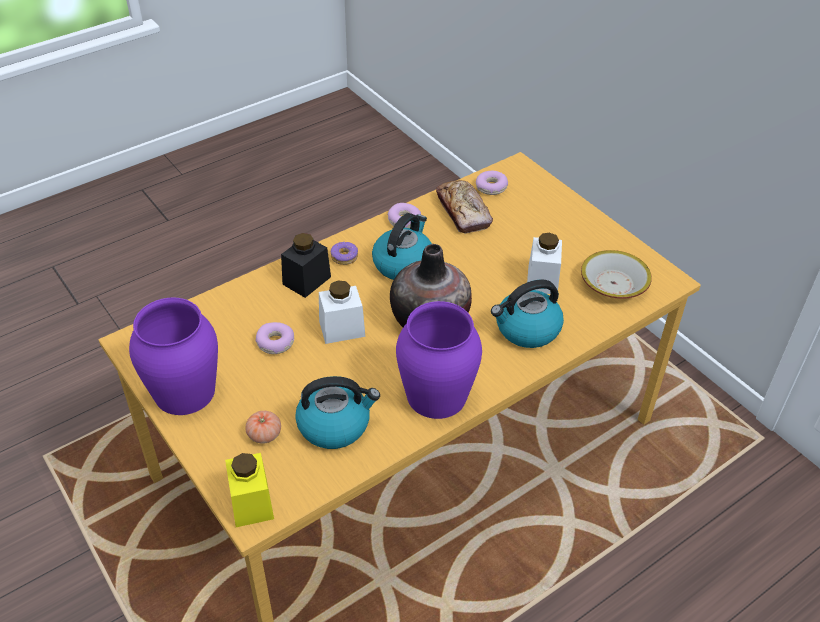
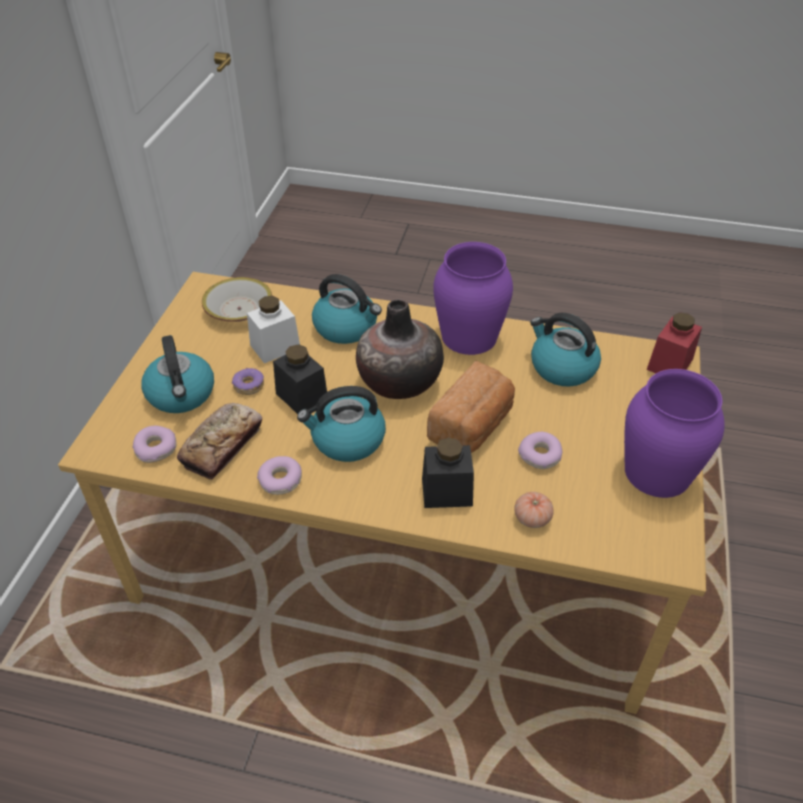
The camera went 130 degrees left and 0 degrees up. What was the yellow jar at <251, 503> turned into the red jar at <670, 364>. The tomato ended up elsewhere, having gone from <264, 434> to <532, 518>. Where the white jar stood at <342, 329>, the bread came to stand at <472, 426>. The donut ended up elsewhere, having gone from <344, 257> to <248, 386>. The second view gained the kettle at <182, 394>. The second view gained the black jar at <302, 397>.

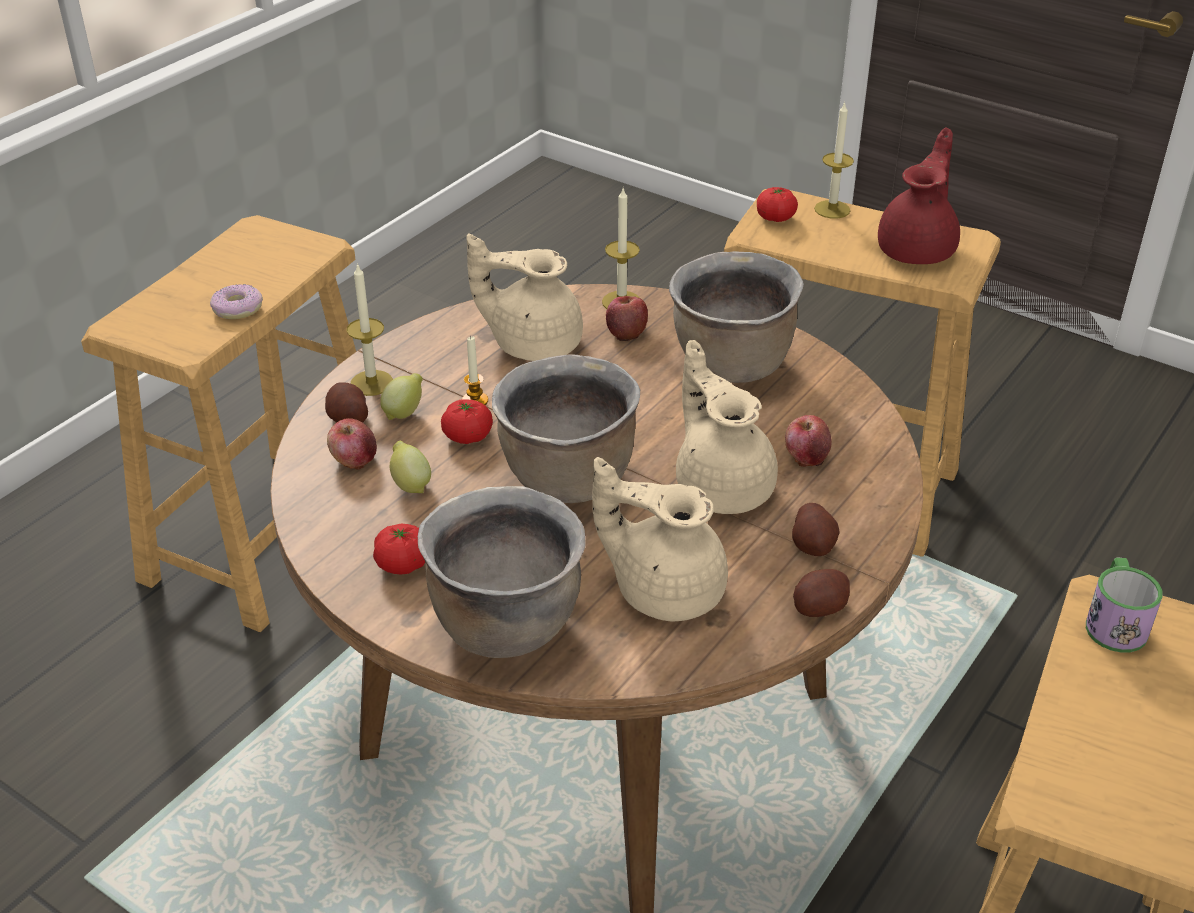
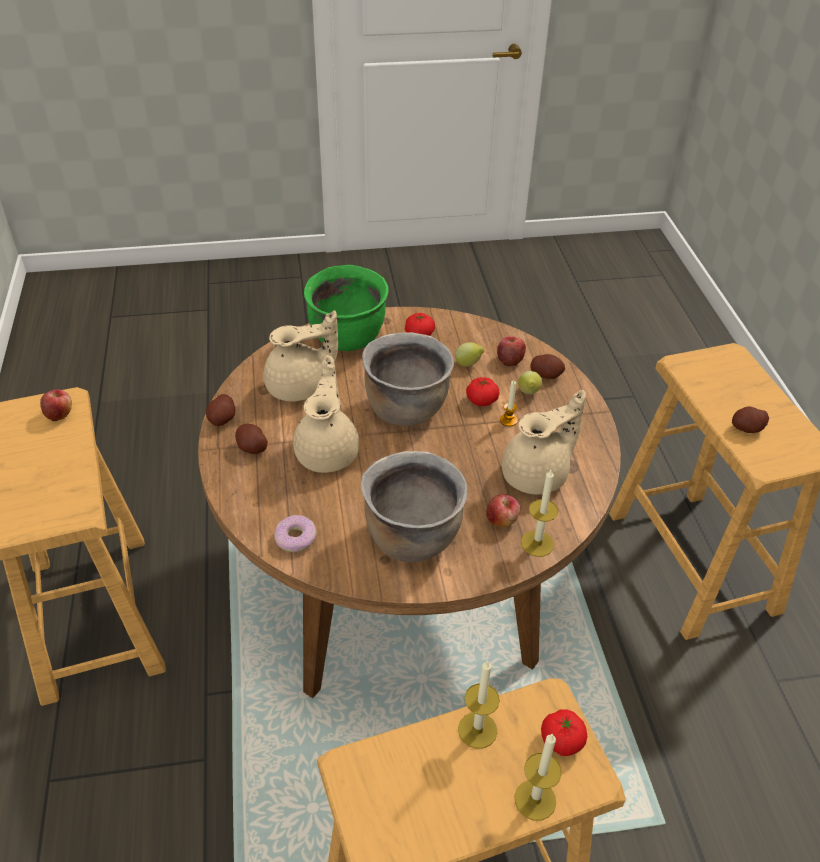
The camera went 135 degrees right and 5 degrees up. The donut ended up elsewhere, having gone from <237, 308> to <296, 538>. The candle ended up elsewhere, having gone from <371, 383> to <477, 730>. What was the brown cooking pot at <505, 623> turned into the green cooking pot at <348, 338>. The beige teapot at <722, 486> ended up facing another way, 105 degrees counterclockwise from before. The apple ended up elsewhere, having gone from <806, 456> to <59, 414>. The second view lost the red teapot at <918, 250>. The second view lost the mug at <1114, 621>. The second view gained the potato at <747, 428>.

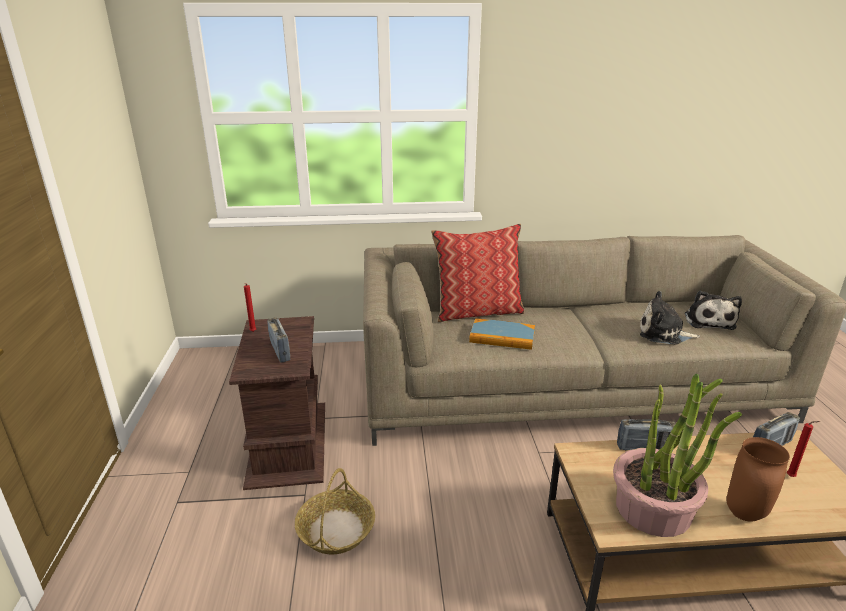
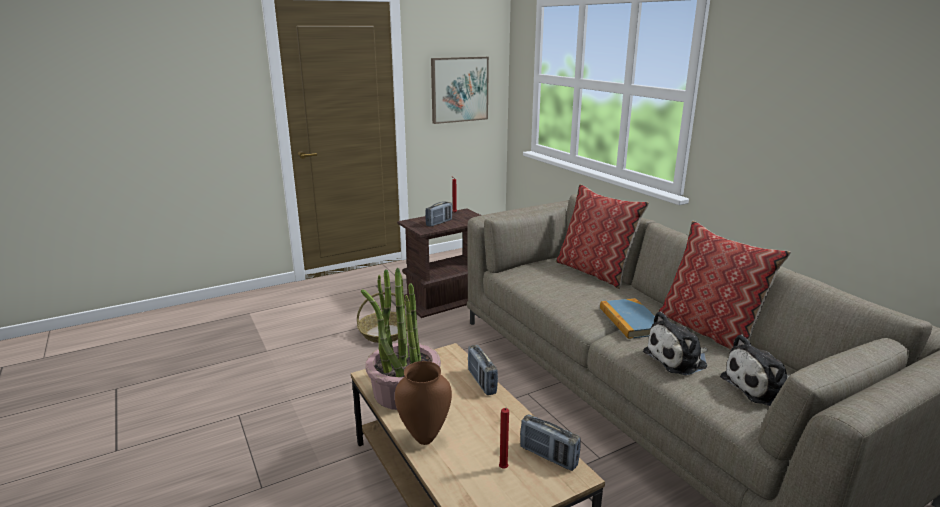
The camera went 65 degrees right and 5 degrees down. The book ended up elsewhere, having gone from <502, 337> to <631, 321>. The plush toy at <663, 333> ended up facing another way, 105 degrees counterclockwise from before. The second view gained the picture at <459, 89>. The second view gained the pillow at <709, 331>.

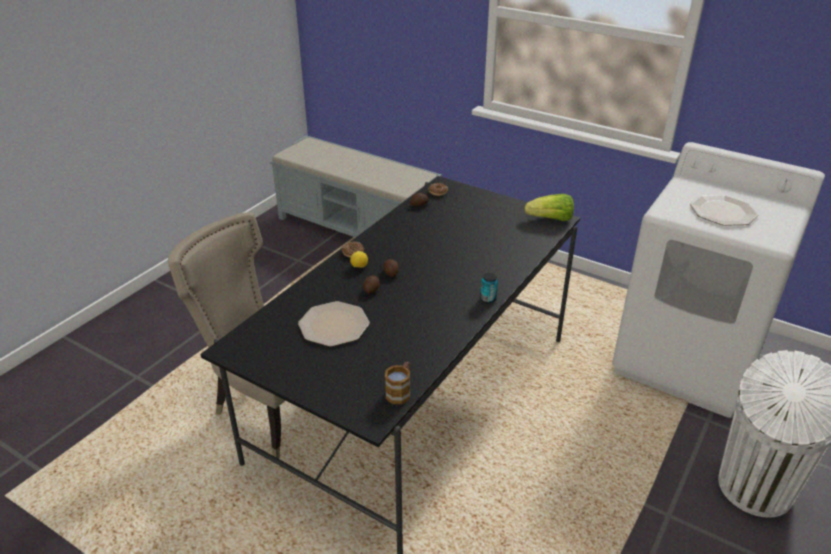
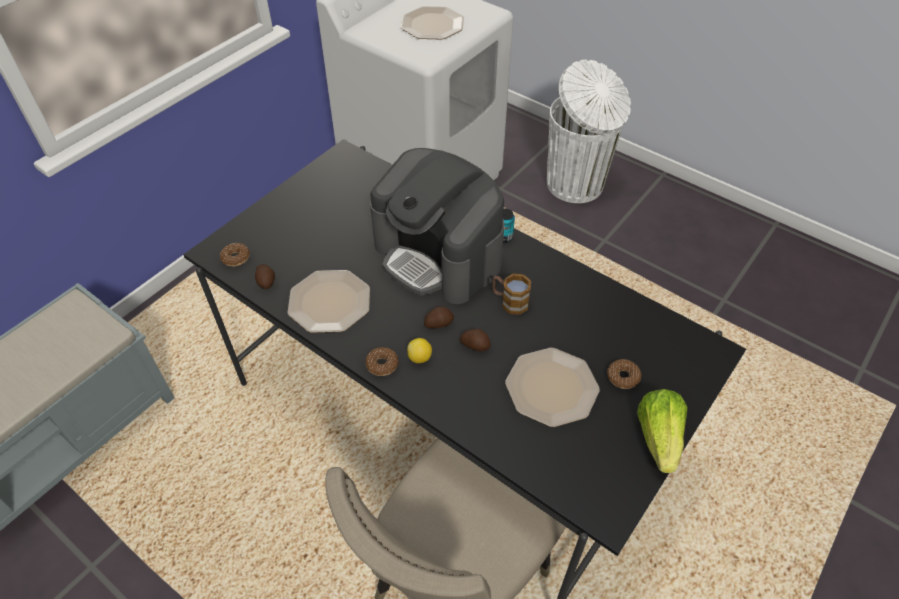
The camera went 85 degrees left and 15 degrees up. The mug ended up elsewhere, having gone from <400, 391> to <509, 301>. The lettuce ended up elsewhere, having gone from <551, 219> to <659, 437>. The second view gained the plate at <329, 302>. The second view gained the coffee machine at <439, 255>. The second view gained the donut at <623, 377>.

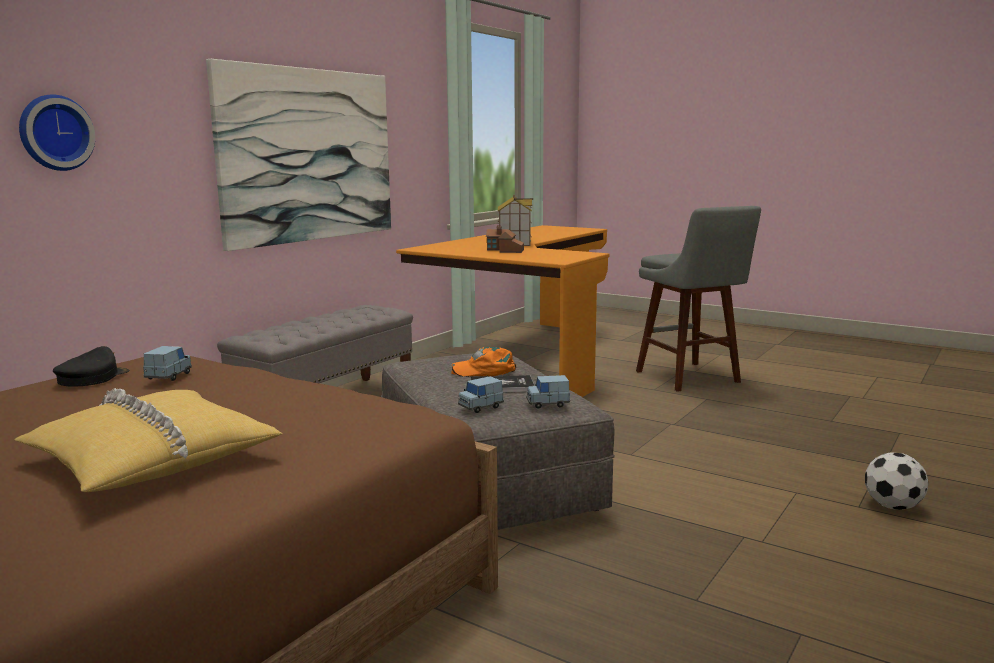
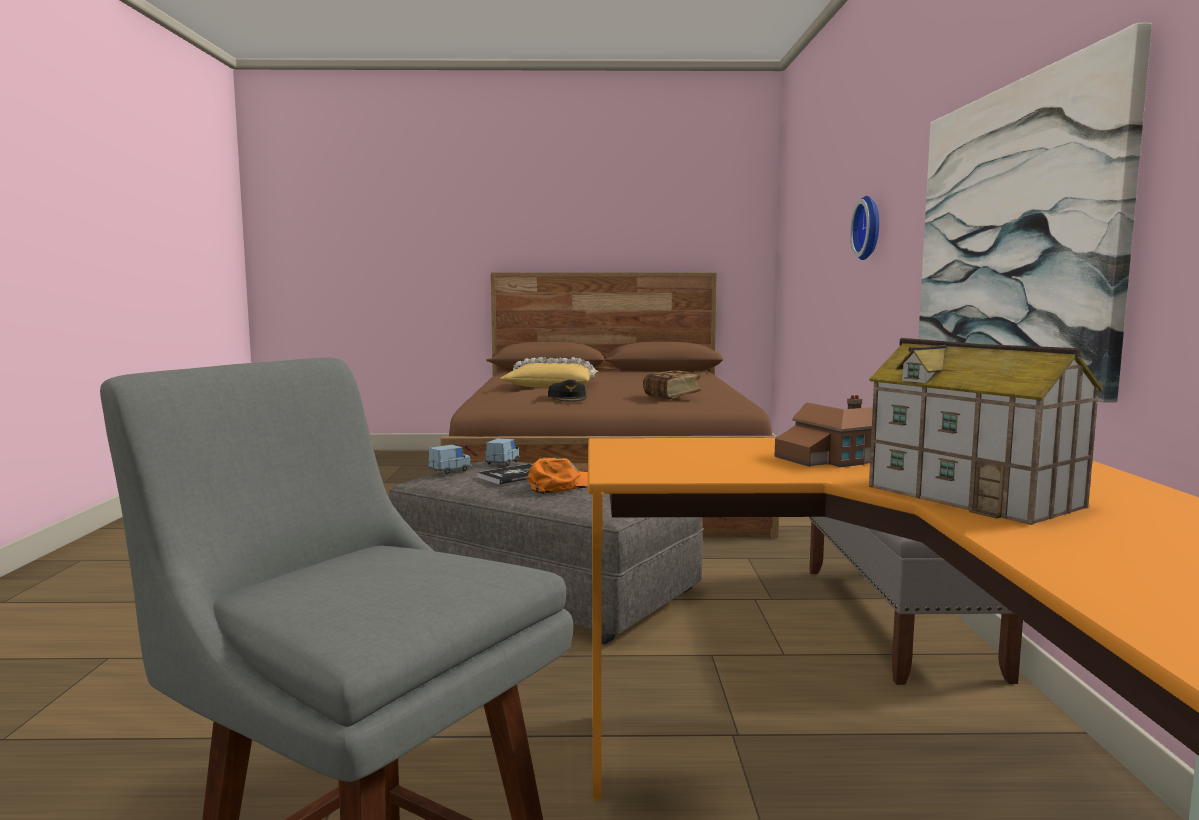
The camera went 145 degrees right and 5 degrees down. The black cap ended up elsewhere, having gone from <92, 378> to <568, 398>. Where the blue toy car stood at <169, 376>, the book came to stand at <672, 397>. The second view lost the football at <893, 506>.

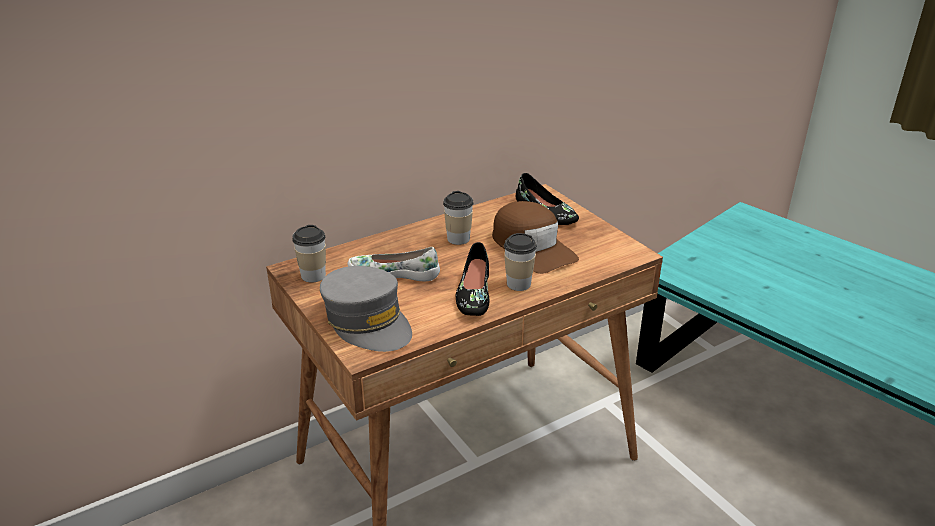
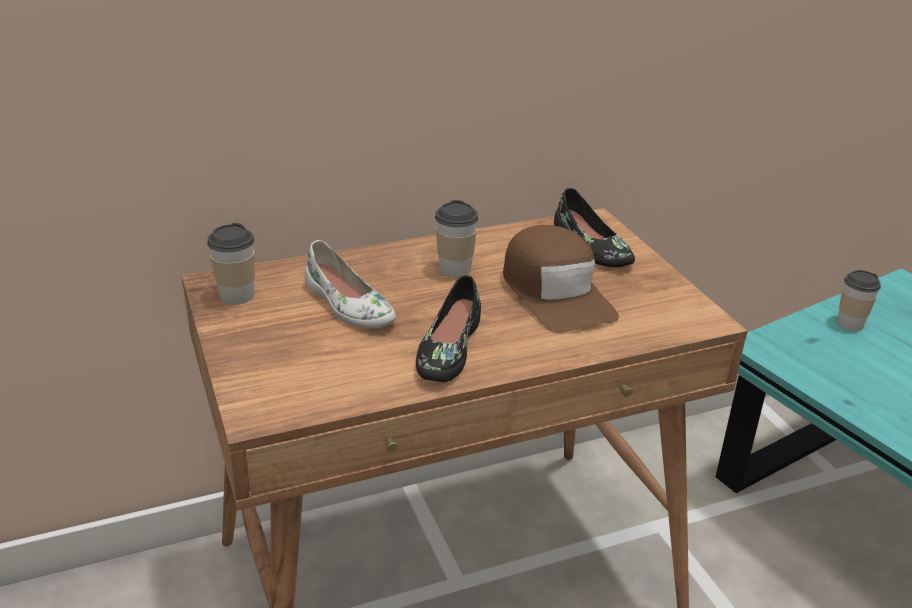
The camera went 10 degrees right and 0 degrees up. The second view lost the grey cap at <368, 322>. The white shoe at <394, 273> ended up facing another way, 150 degrees counterclockwise from before. The cup ended up elsewhere, having gone from <518, 284> to <850, 323>.

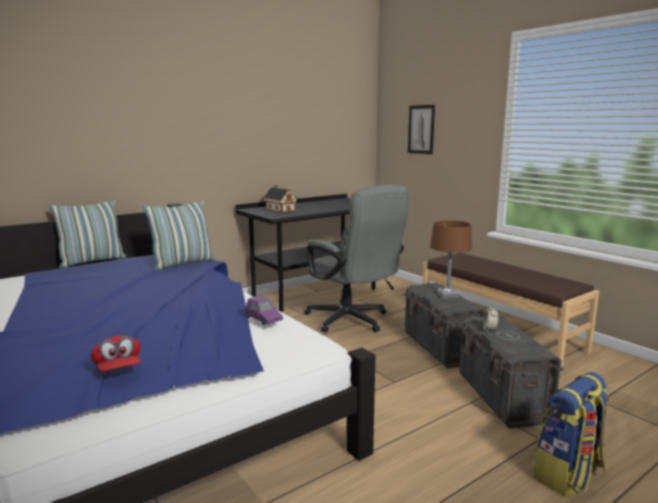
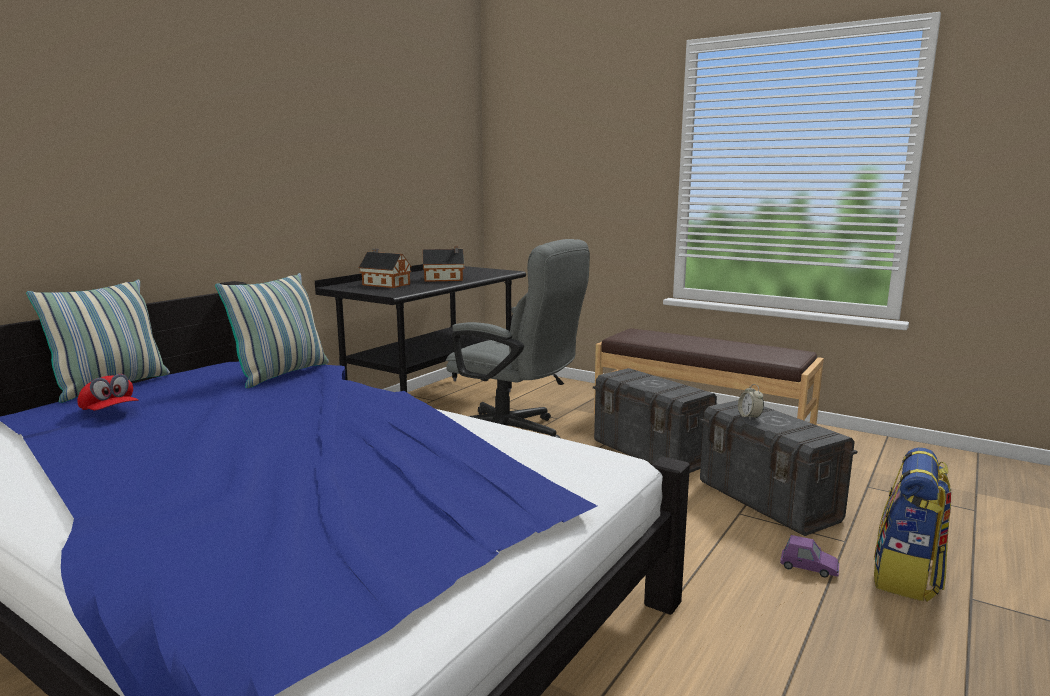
The camera went 20 degrees left and 0 degrees up. The red cap ended up elsewhere, having gone from <118, 369> to <110, 412>. The purple toy car ended up elsewhere, having gone from <263, 319> to <809, 567>. The second view lost the picture at <421, 129>. The second view lost the brown table lamp at <447, 295>. The second view gained the toy house at <445, 279>.

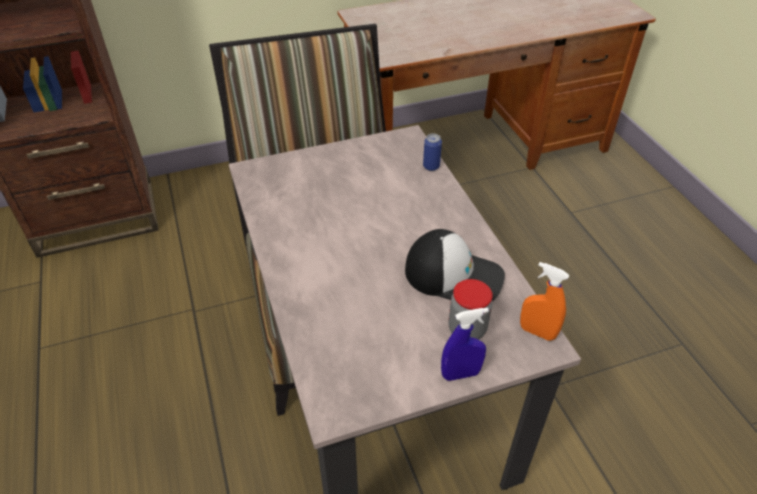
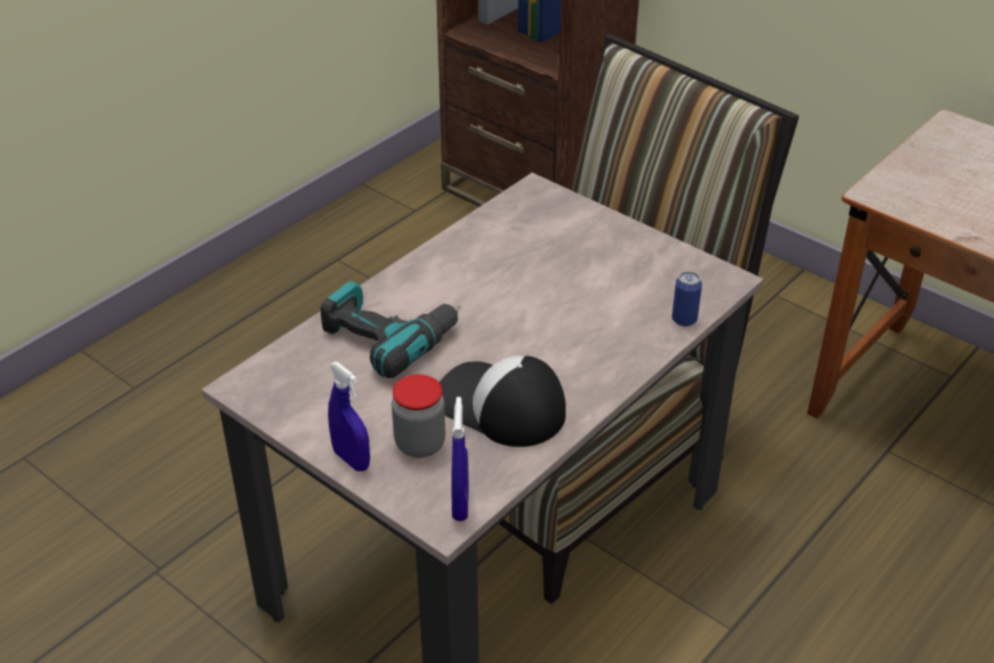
The camera went 60 degrees right and 5 degrees down. The cap at <454, 275> ended up facing another way, 135 degrees clockwise from before. What was the orange spray bottle at <537, 332> turned into the blue spray bottle at <460, 504>. The second view gained the power drill at <389, 337>.

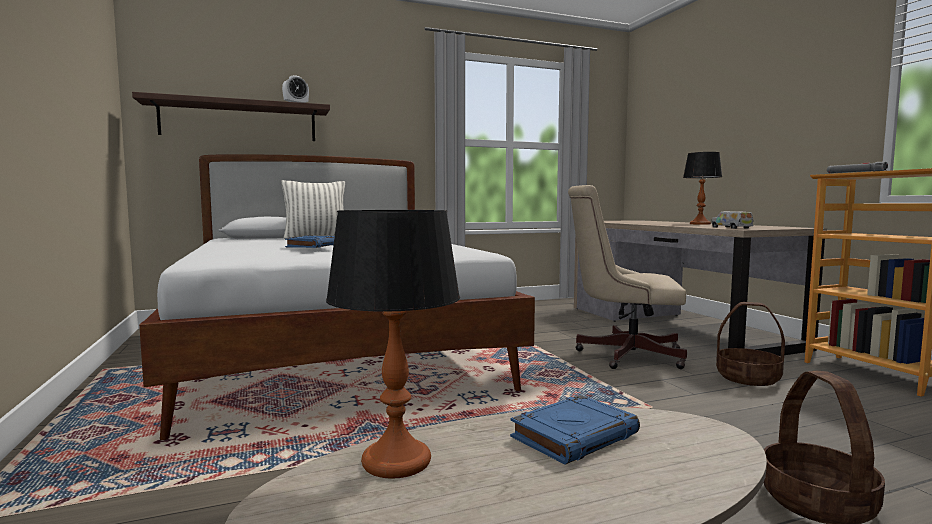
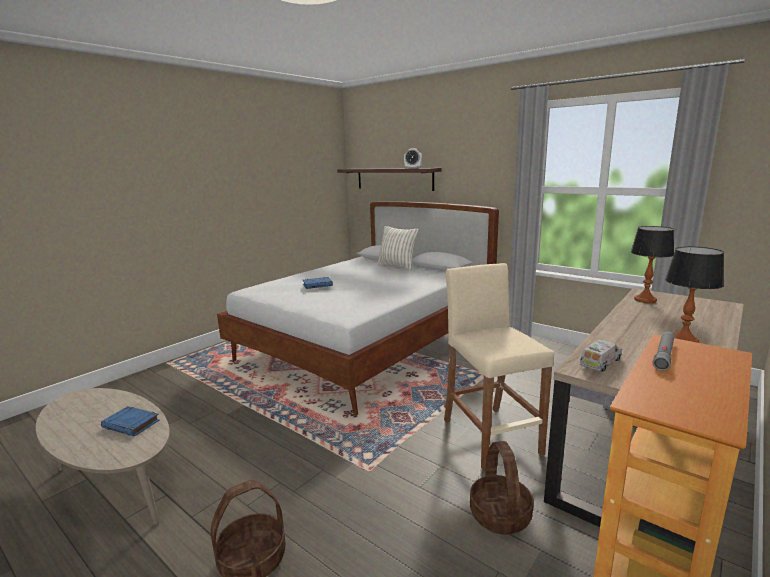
The camera went 60 degrees right and 10 degrees up. The table lamp ended up elsewhere, having gone from <397, 461> to <645, 300>. Where the beige office chair stood at <623, 354>, the beige stool came to stand at <490, 436>.

